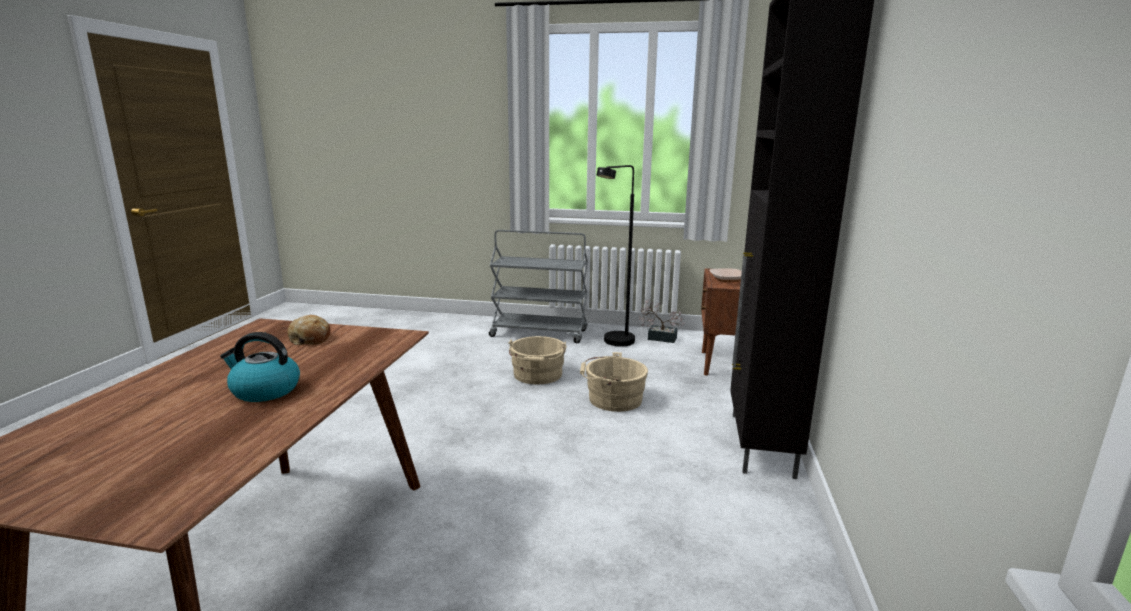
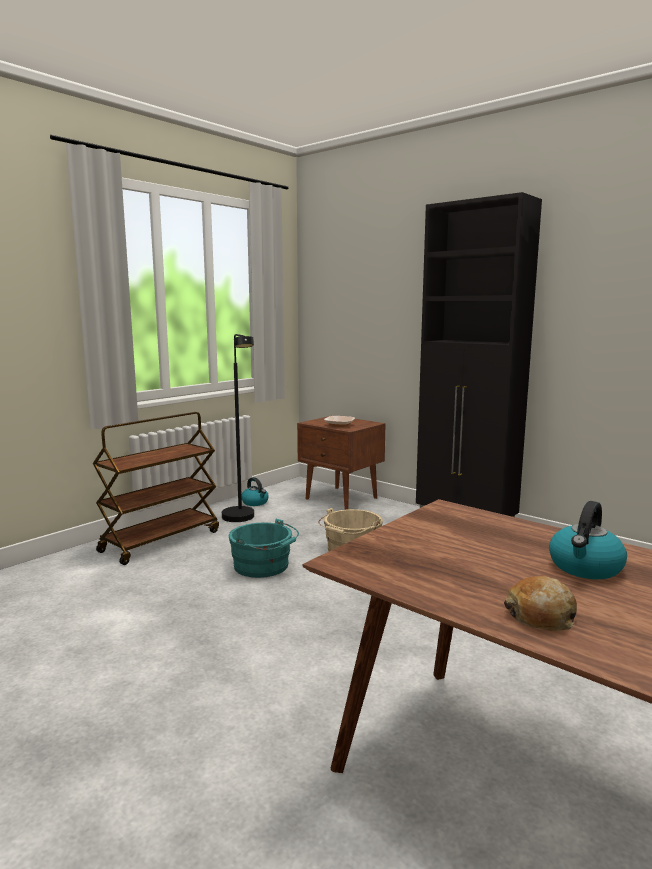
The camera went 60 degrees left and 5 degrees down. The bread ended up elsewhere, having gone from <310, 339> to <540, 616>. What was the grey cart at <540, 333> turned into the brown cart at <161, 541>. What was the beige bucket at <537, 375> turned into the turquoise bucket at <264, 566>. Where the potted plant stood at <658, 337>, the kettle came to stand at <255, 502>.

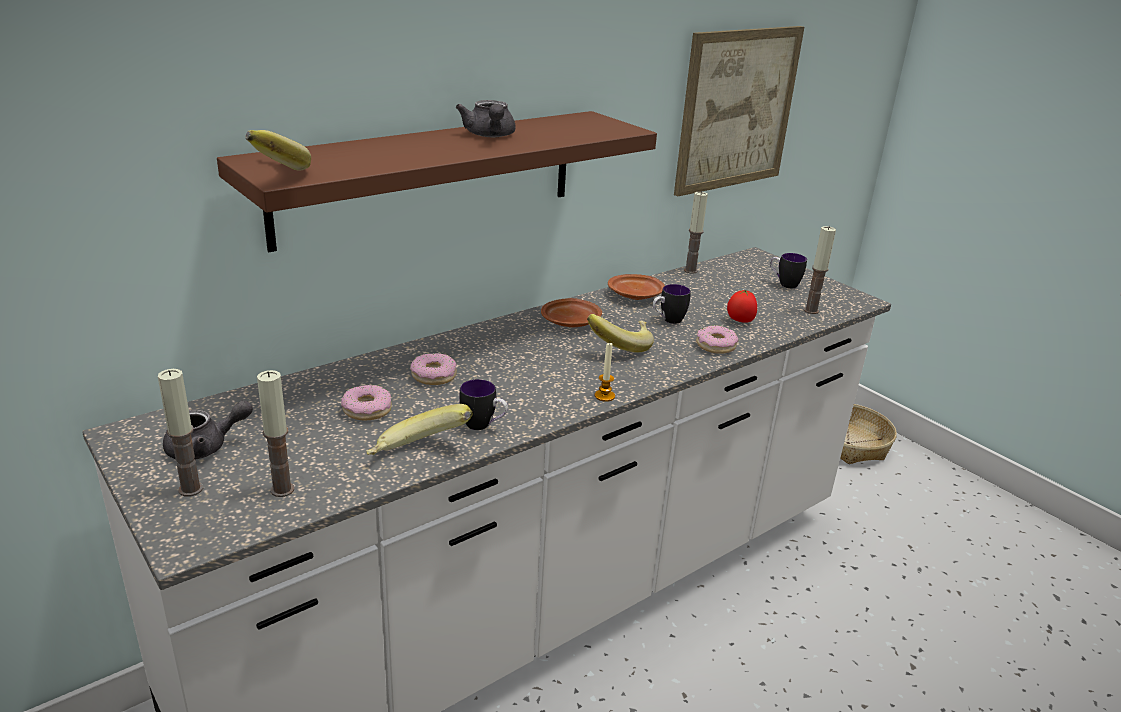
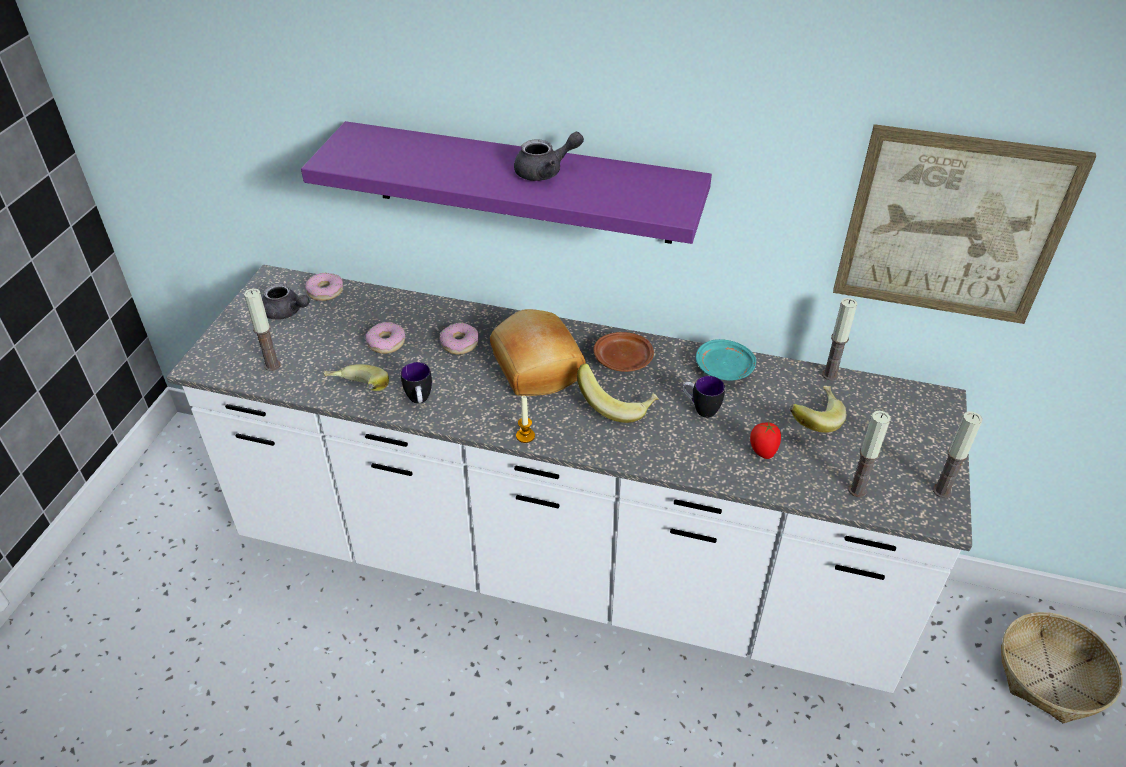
The camera went 55 degrees right and 15 degrees up. The candle ended up elsewhere, having gone from <191, 489> to <942, 491>. What was the brown shelf at <430, 176> turned into the purple shelf at <522, 183>. The banana ended up elsewhere, having gone from <271, 174> to <812, 419>. The grey teapot at <490, 136> ended up facing another way, 150 degrees counterclockwise from before. What was the brown plate at <636, 295> turned into the turquoise plate at <724, 369>. The donut ended up elsewhere, having gone from <715, 345> to <325, 291>. The second view lost the mug at <784, 284>. The second view gained the bread at <535, 368>.

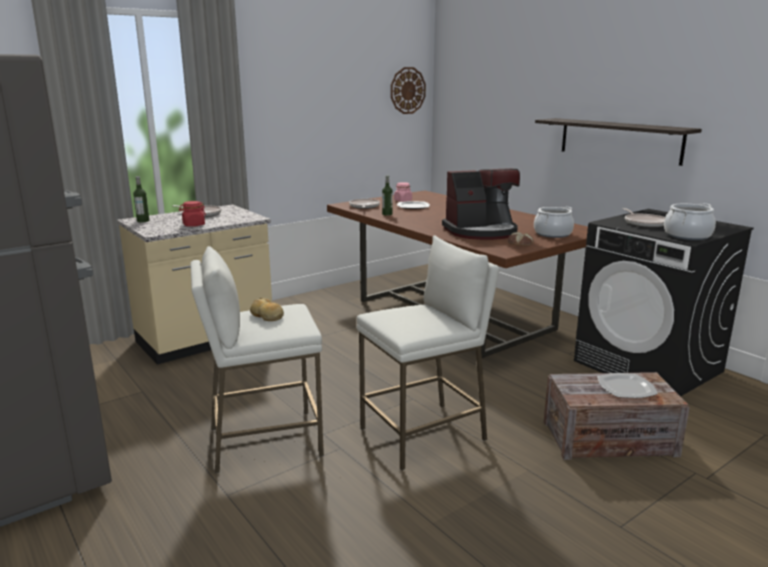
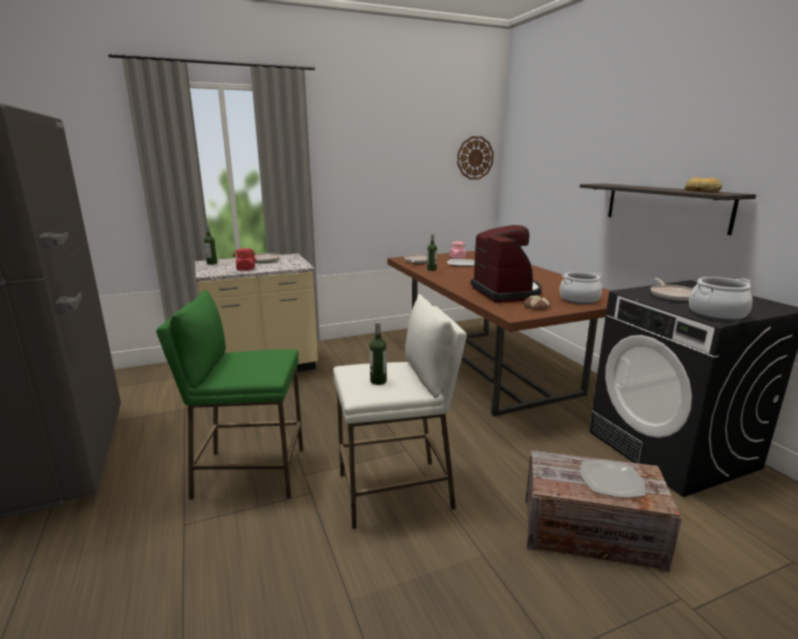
The camera went 15 degrees right and 0 degrees up. What was the white stool at <264, 441> turned into the green stool at <249, 473>. The bread ended up elsewhere, having gone from <267, 316> to <702, 191>. The coffee machine at <481, 232> ended up facing another way, 105 degrees counterclockwise from before. The second view gained the bottle at <378, 381>.

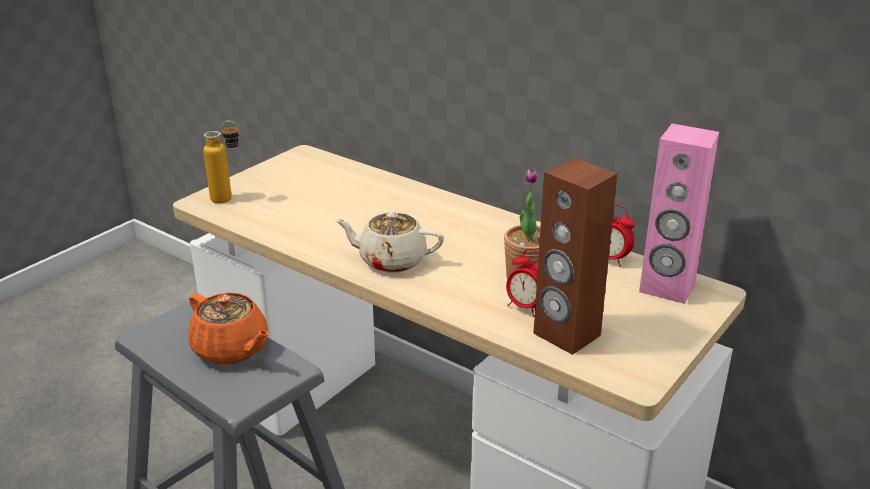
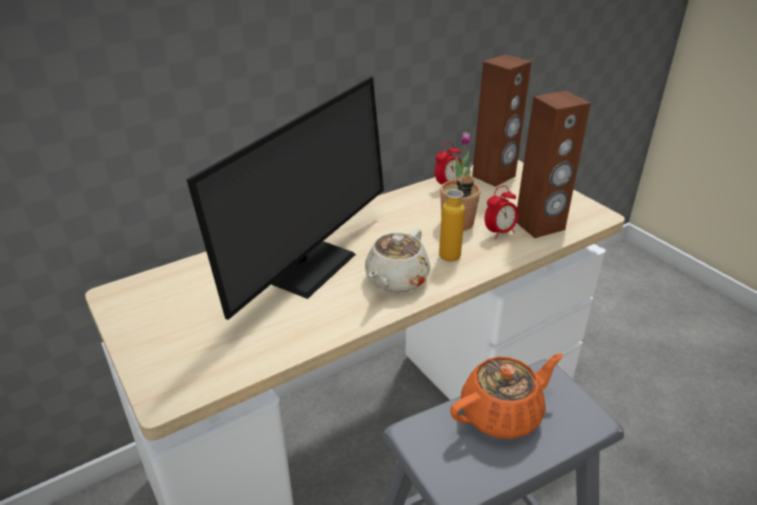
The camera went 70 degrees left and 5 degrees up. The bottle ended up elsewhere, having gone from <229, 200> to <454, 251>. What was the pink speaker at <667, 288> turned into the brown speaker at <494, 176>. The second view gained the monitor at <301, 263>.

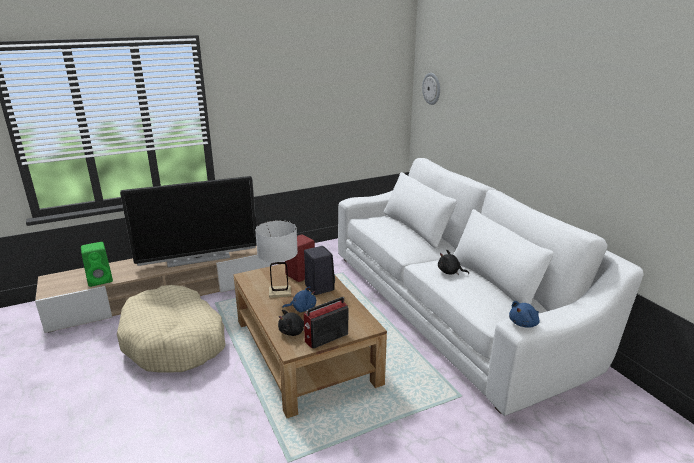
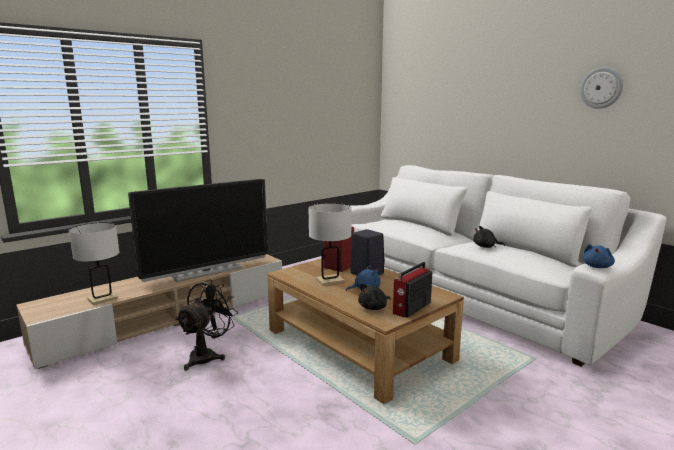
The camera went 15 degrees left and 10 degrees down. Where the green speaker stood at <101, 279>, the white table lamp came to stand at <102, 299>. Where the beige dog bed stood at <175, 341>, the black fan came to stand at <207, 356>. The wall clock ended up elsewhere, having gone from <432, 88> to <601, 88>.

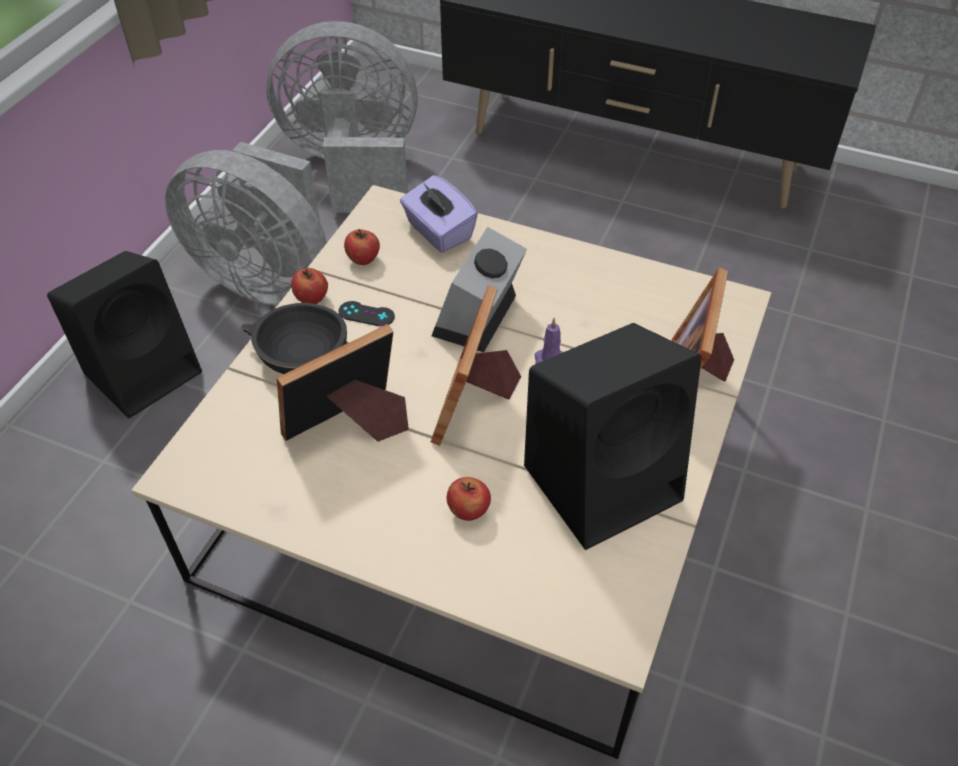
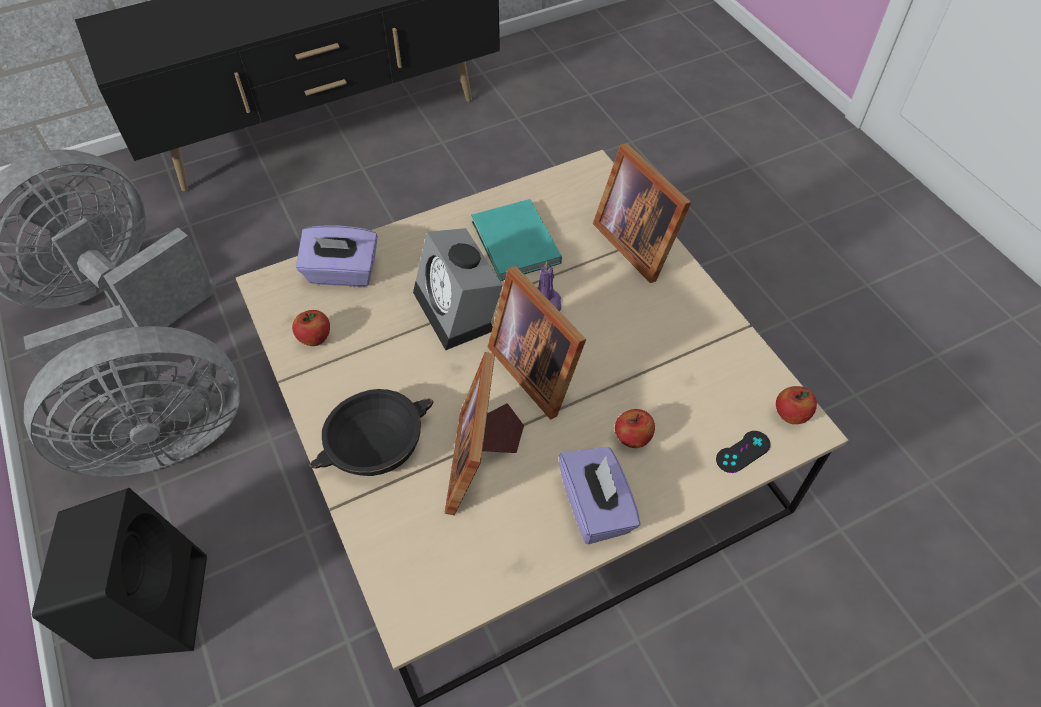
The camera went 50 degrees left and 5 degrees up. The apple ended up elsewhere, having gone from <312, 299> to <790, 415>. The black game controller ended up elsewhere, having gone from <366, 314> to <743, 452>. The second view lost the black speaker at <605, 480>. The second view gained the turquoise book at <515, 244>. The second view gained the purple tissue box at <596, 507>.

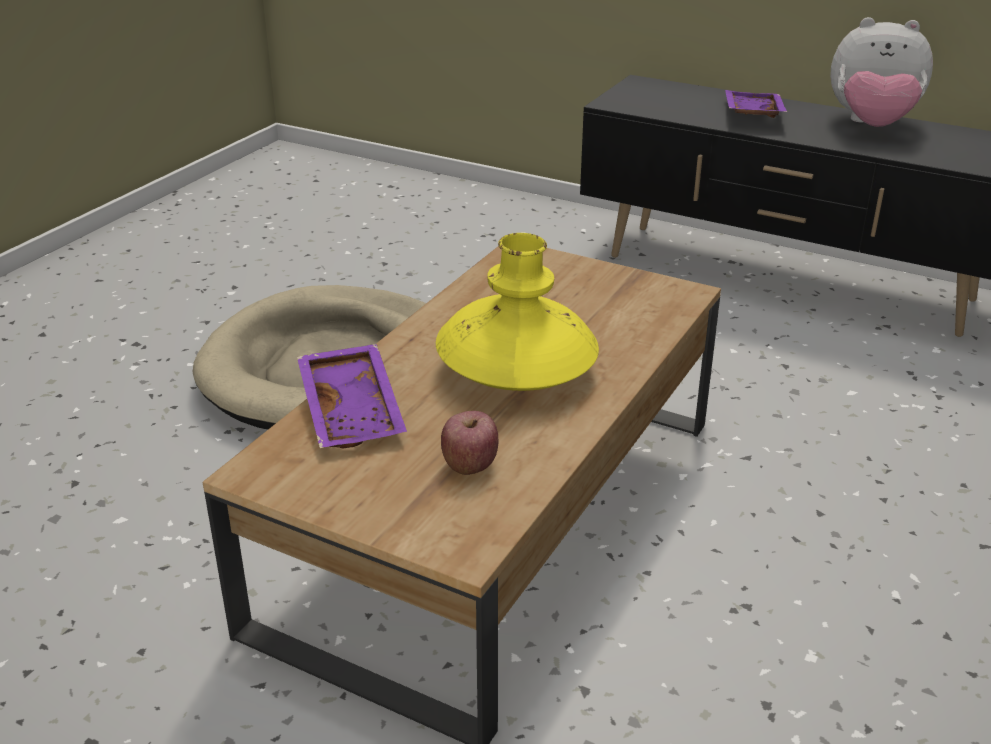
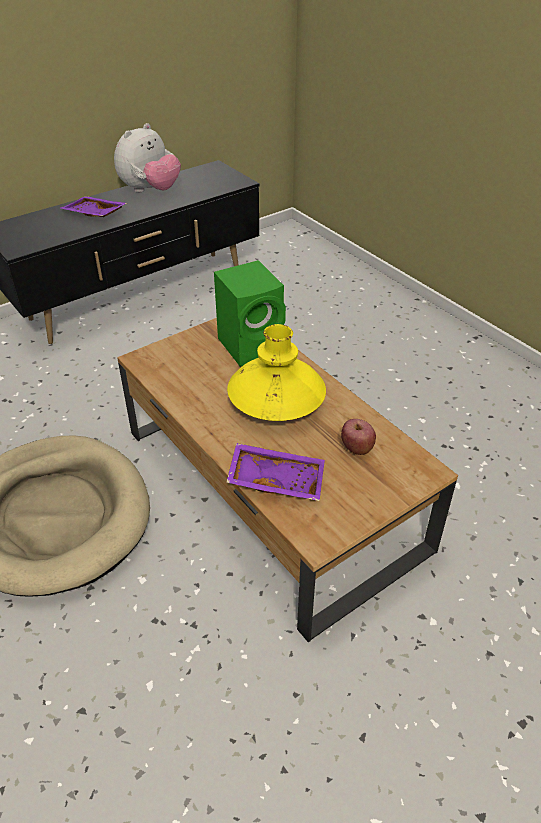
The camera went 65 degrees left and 10 degrees up. The second view gained the green speaker at <252, 346>.

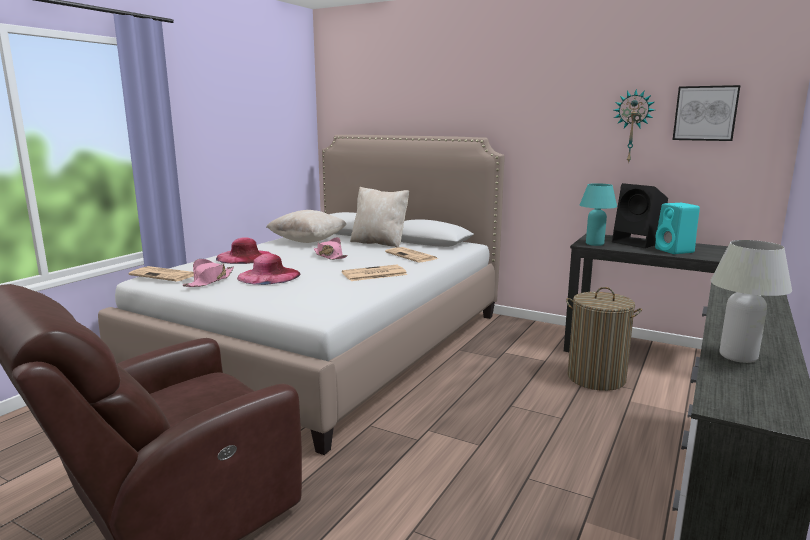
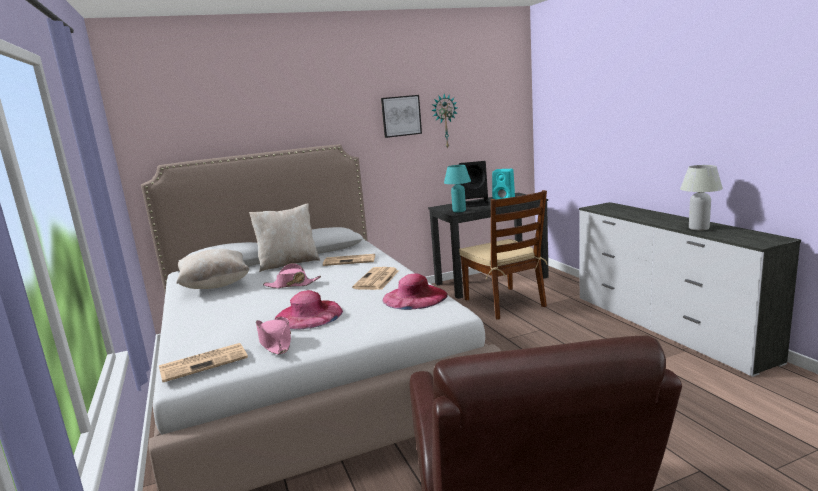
The camera went 50 degrees left and 0 degrees up. The pink hat ended up elsewhere, having gone from <244, 257> to <414, 297>. Where the laundry basket stood at <596, 378>, the brown chair came to stand at <505, 303>. The picture ended up elsewhere, having gone from <705, 113> to <401, 116>.

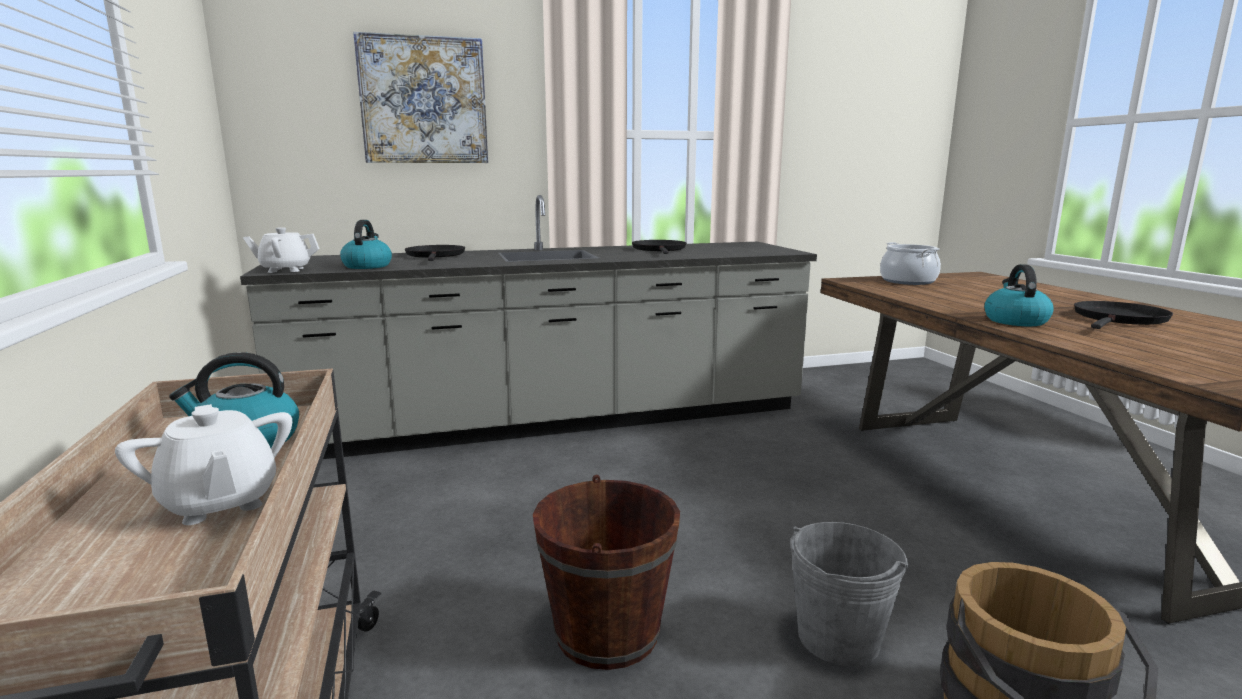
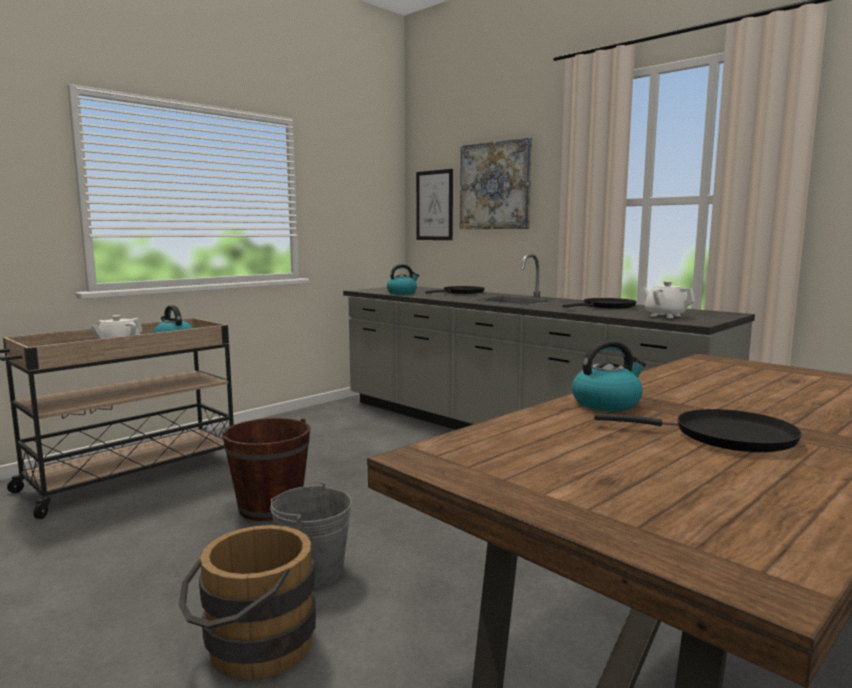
The camera went 60 degrees right and 5 degrees down. The white teapot ended up elsewhere, having gone from <285, 270> to <665, 316>. The second view lost the cooking pot at <908, 281>. The second view gained the picture at <434, 205>.

